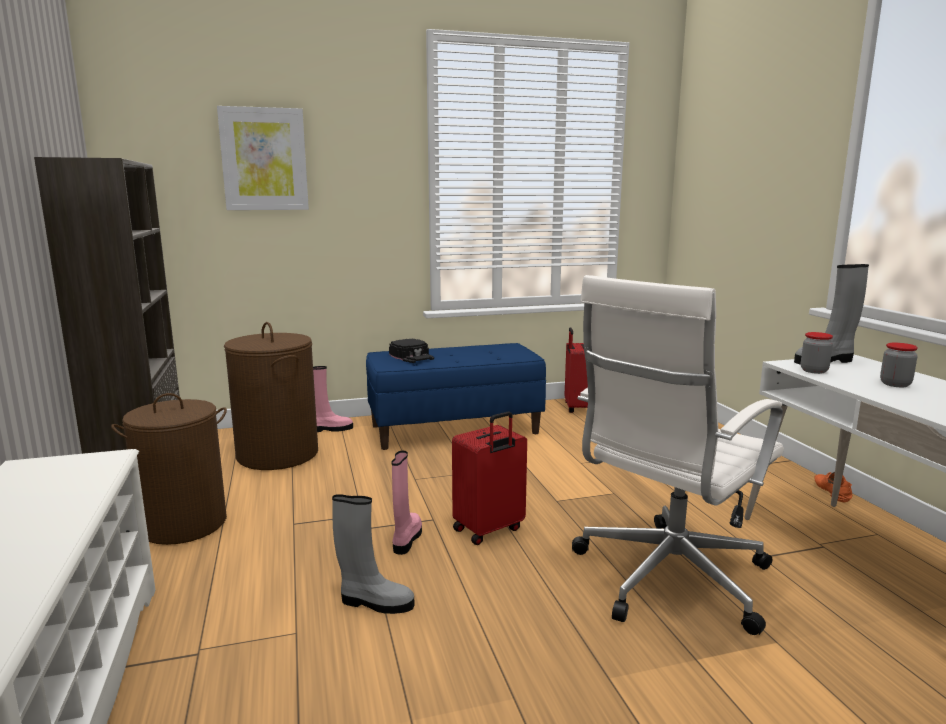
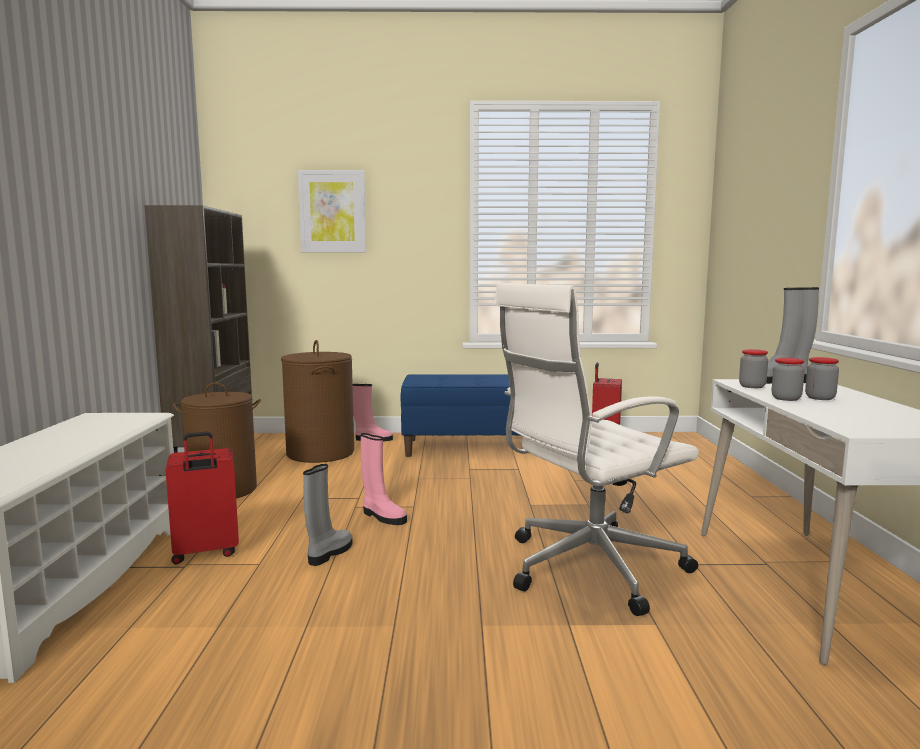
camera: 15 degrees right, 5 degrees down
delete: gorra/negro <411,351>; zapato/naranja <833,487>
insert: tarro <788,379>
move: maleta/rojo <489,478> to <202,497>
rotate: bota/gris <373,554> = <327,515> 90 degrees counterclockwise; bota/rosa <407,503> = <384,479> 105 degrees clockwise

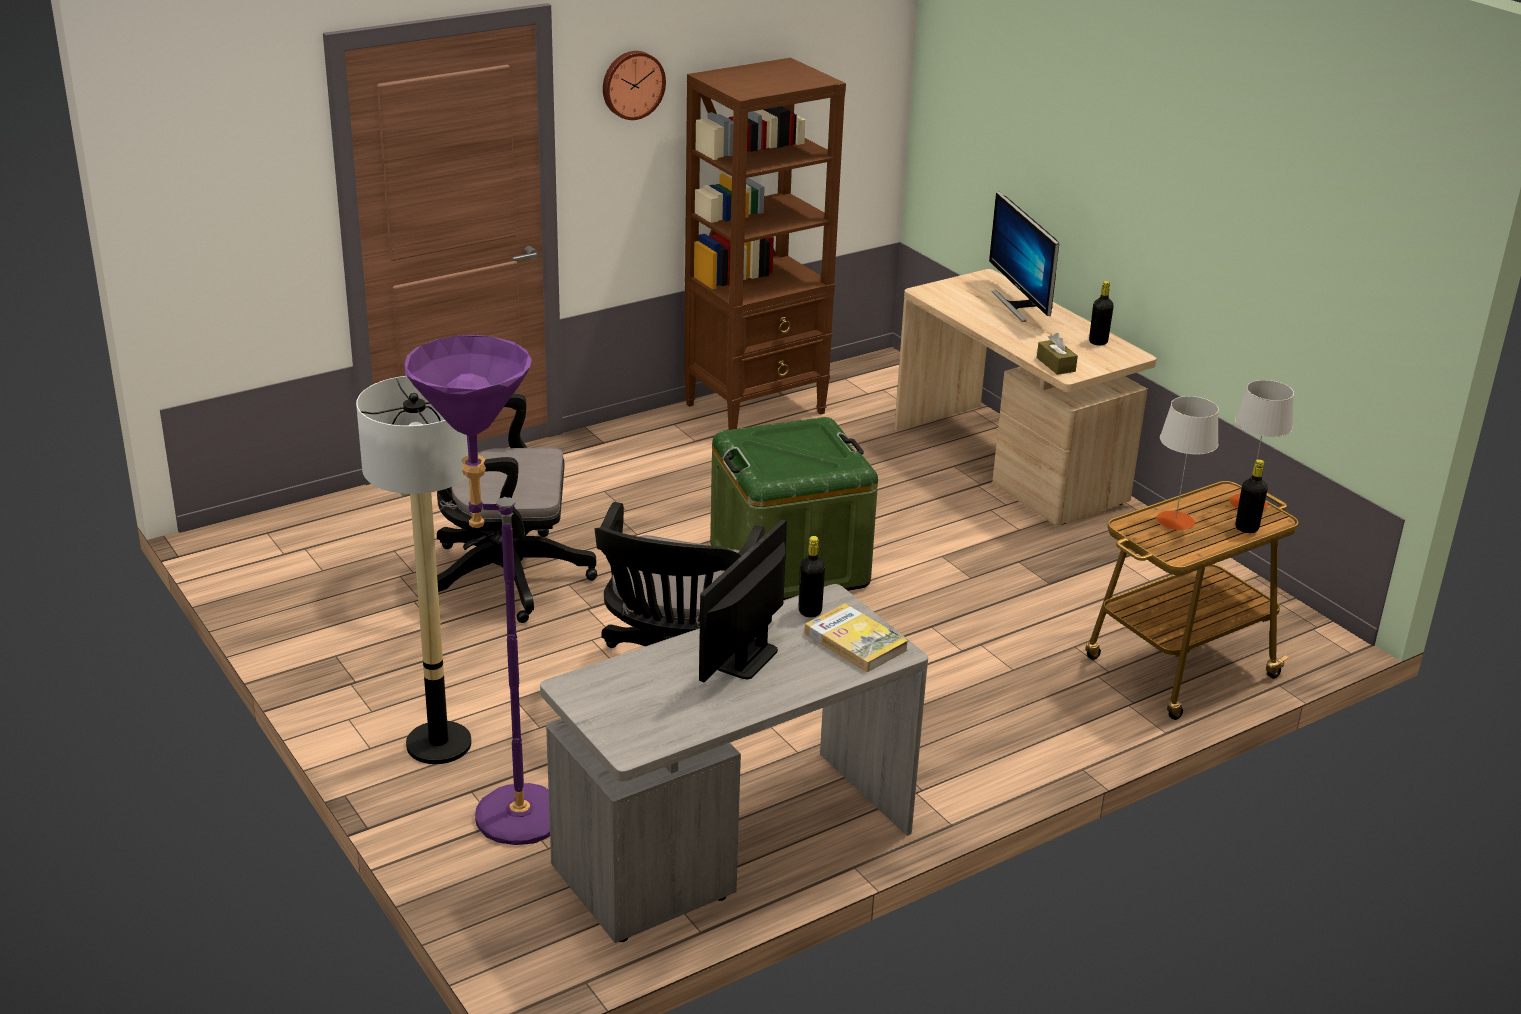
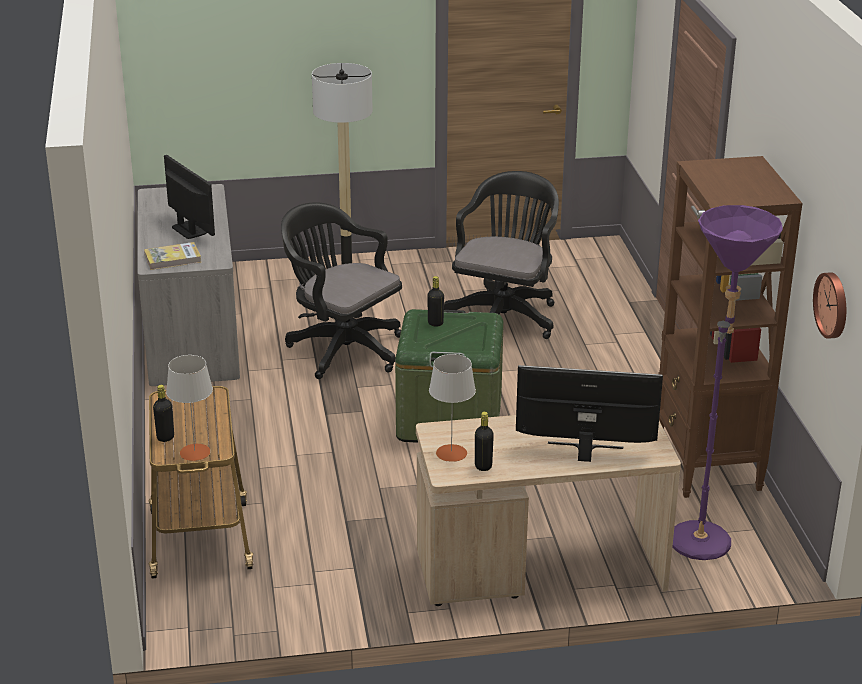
camera: 115 degrees right, 0 degrees up
delete: caja de pañuelos/marrón <1057,354>
move: lámpara de pie/morado <477,590> to <727,382>; reloj de pared <634,85> to <829,305>; botella/negro <812,576> to <435,301>; lámpara de mesa/gris <1187,463> to <452,408>

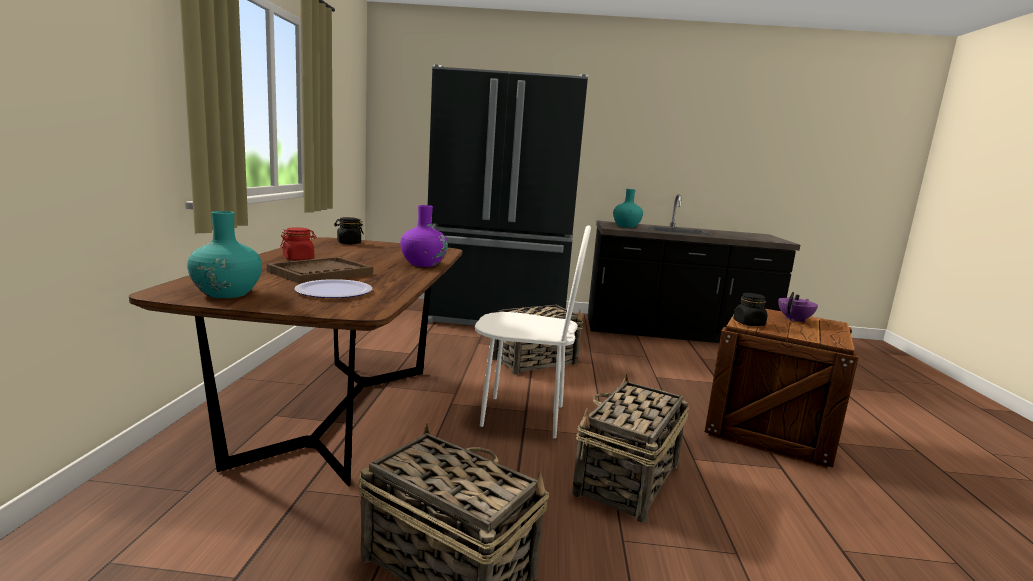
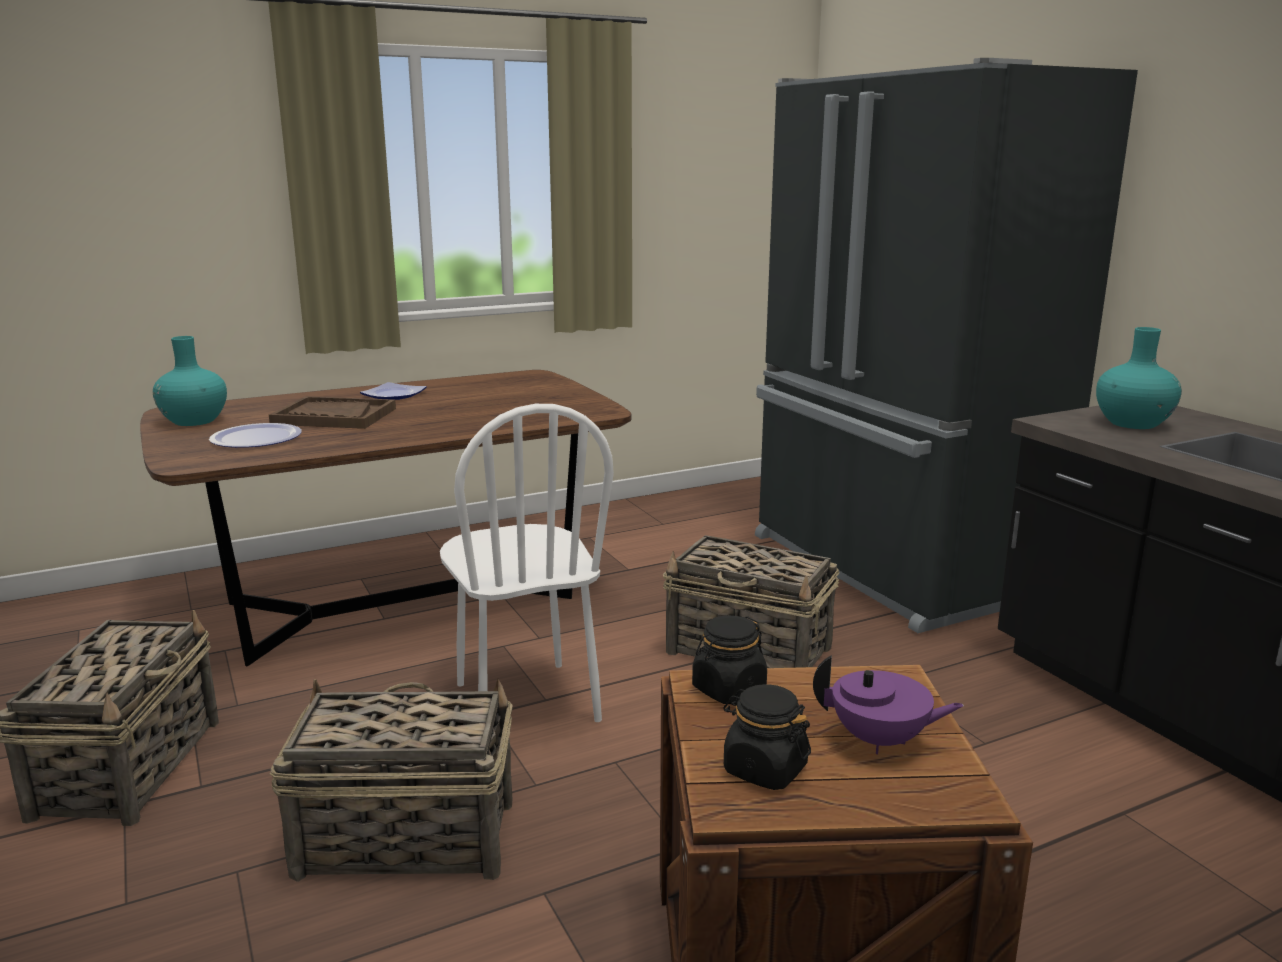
camera: 60 degrees right, 5 degrees up
delete: florero/morado <424,236>
move: tarro/negro <349,230> to <767,737>
replace: tarro/rojo <298,243> to plato <393,391>

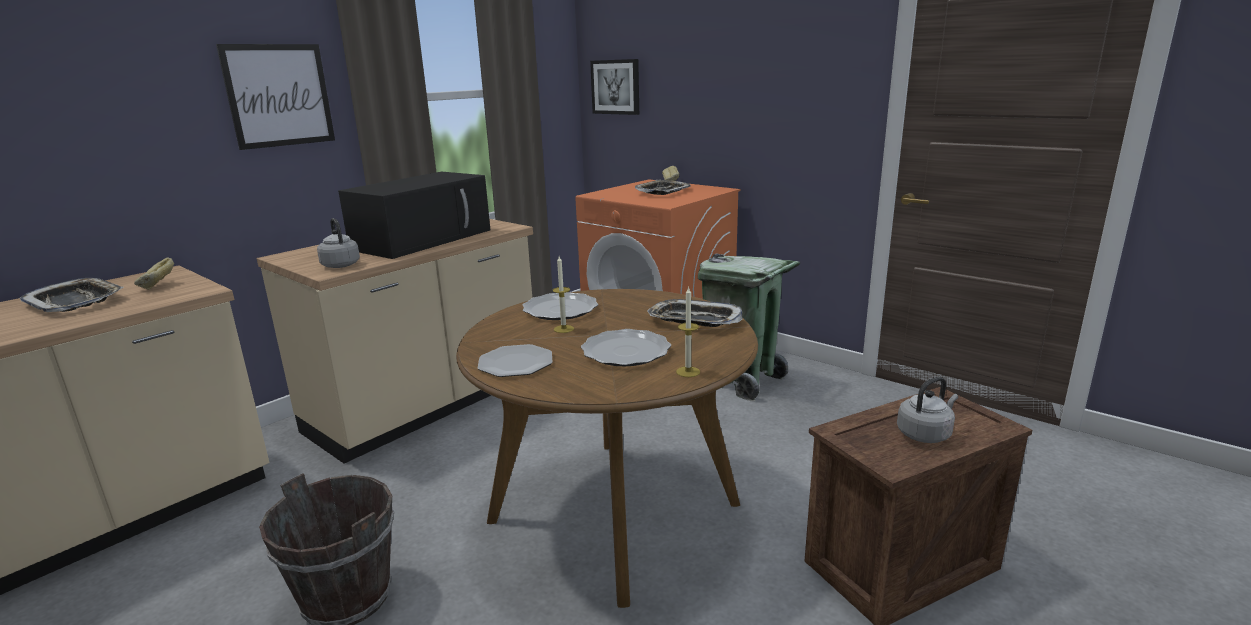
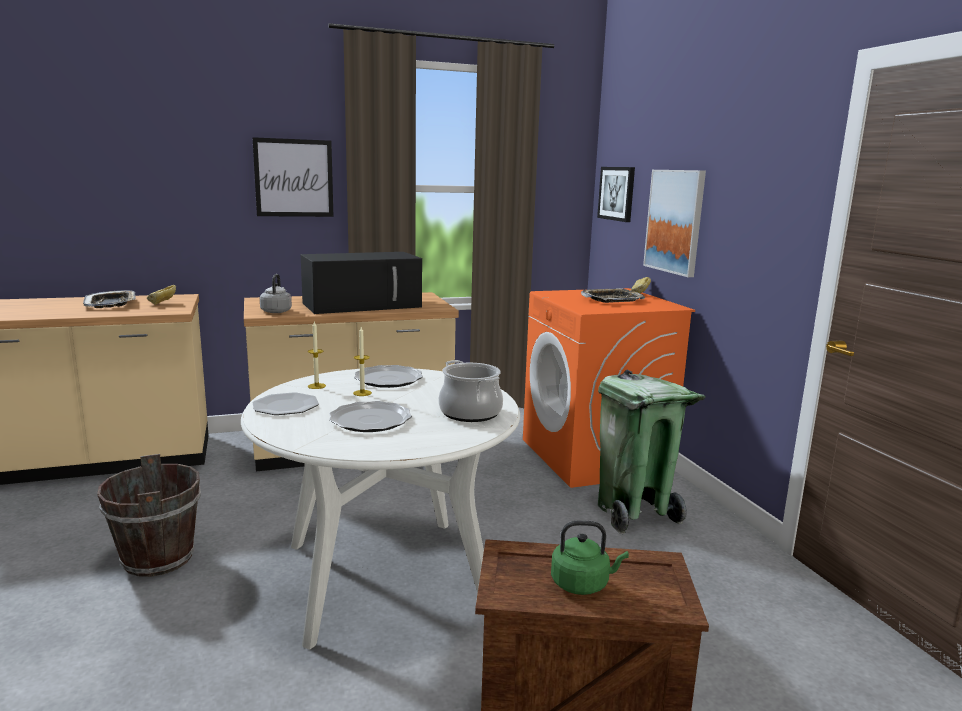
camera: 30 degrees right, 5 degrees down
insert: cuadro <674,223>
move: vela <688,331> to <317,355>
replace: bandeja <695,313> to olla <470,391>
recolor: mesa de comedor/marrón <607,448> to mesa de comedor/blanco <380,509>; hervidor/gris <927,409> to hervidor/verde <590,557>

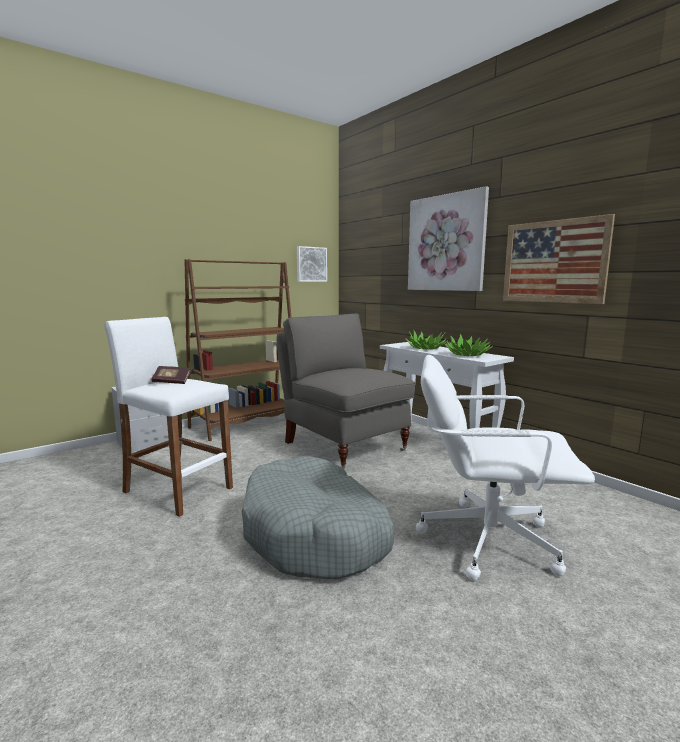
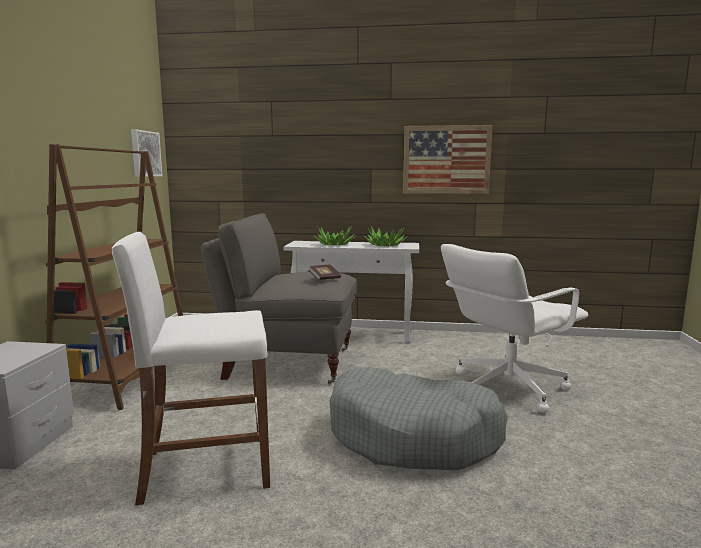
camera: 45 degrees left, 0 degrees up
delete: cuadro <448,238>
move: libro <171,375> to <324,272>

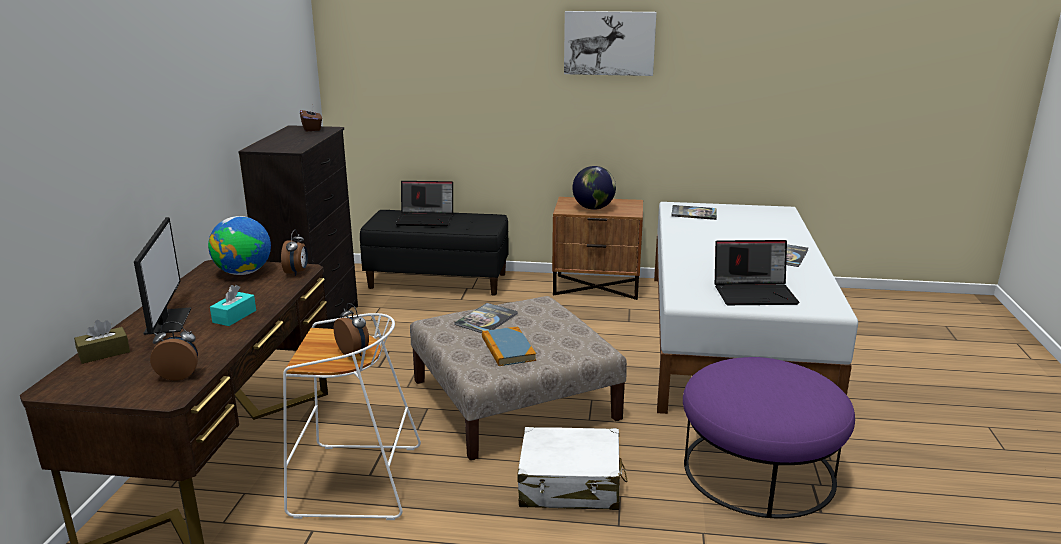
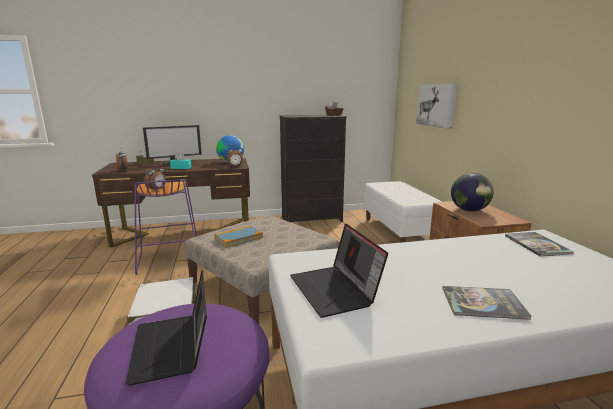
camera: 70 degrees right, 5 degrees down
delete: libro <486,318>
move: portátil <424,203> to <166,328>; cuadro <610,43> to <436,106>
recolor: taburete/blanco <352,416> to taburete/morado <165,227>; banco/negro <434,253> to banco/blanco <403,212>

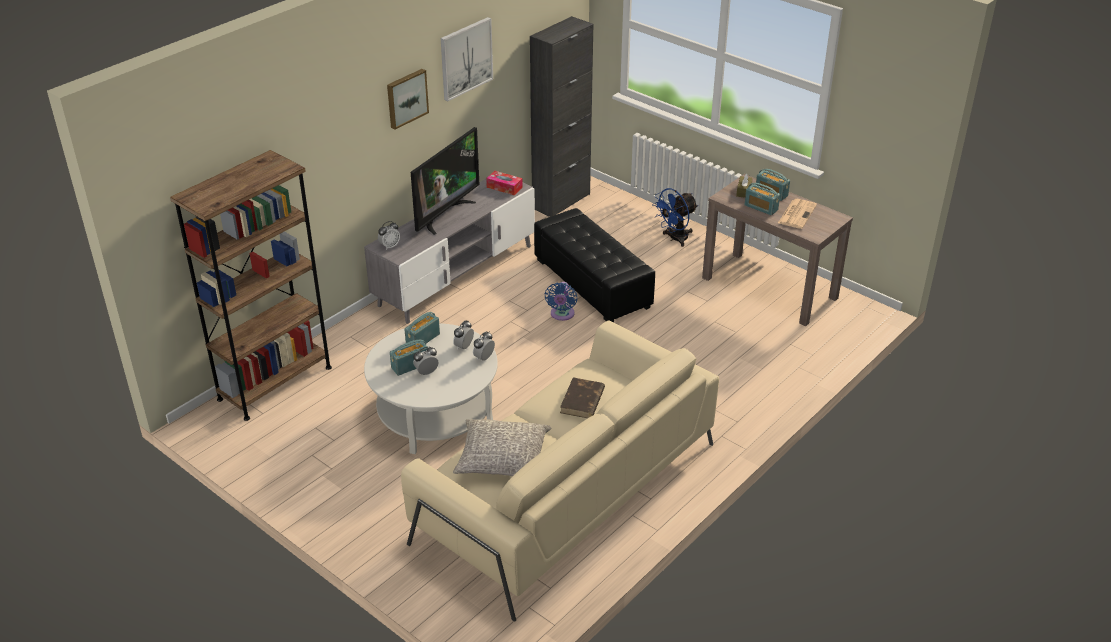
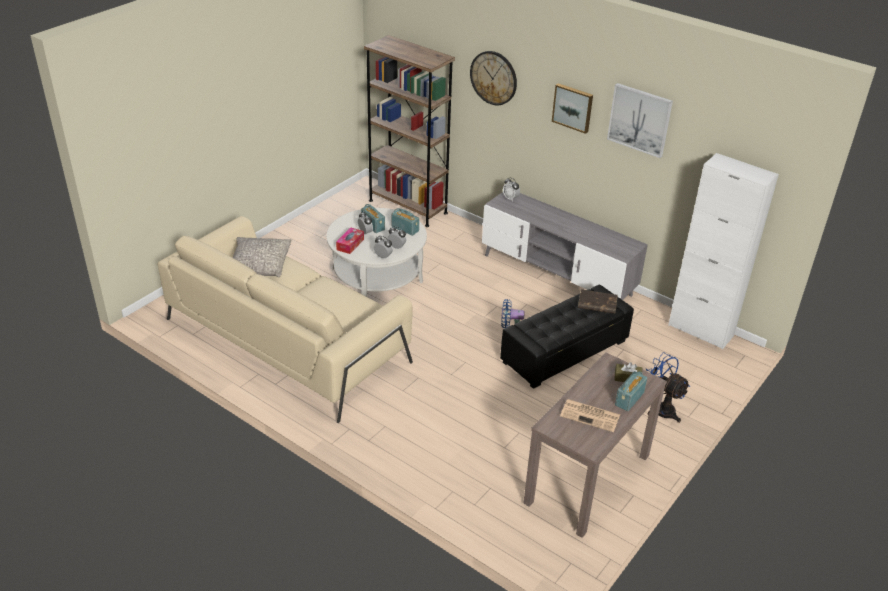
camera: 85 degrees right, 0 degrees up
delete: televisor <445,181>; radio <762,199>
insert: reloj de pared <493,78>
move: caja de pañuelos <504,183> to <350,240>; libro/marrón <582,397> to <598,301>
recolor: armario/negro <561,116> to armario/blanco <723,251>

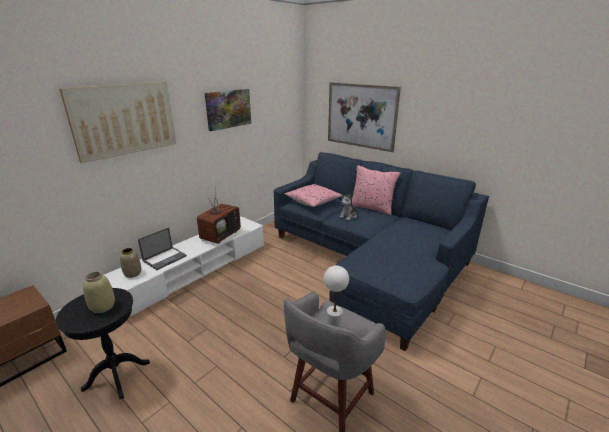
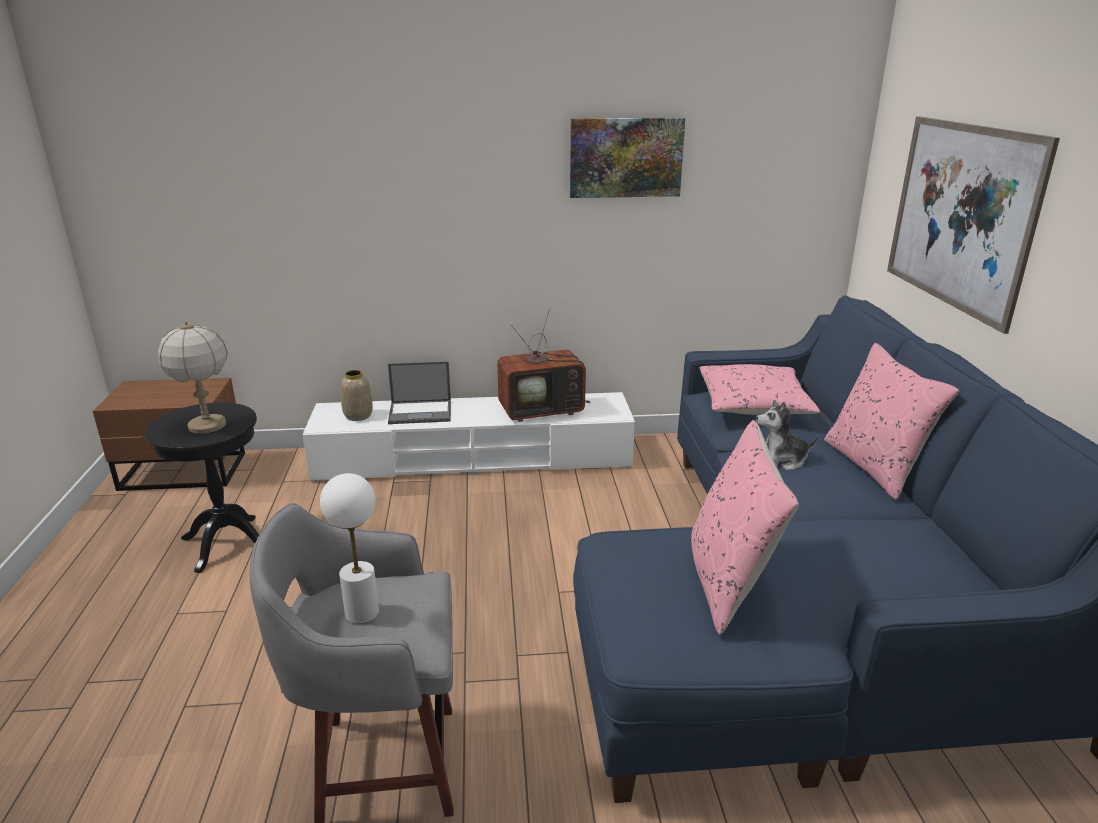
camera: 45 degrees right, 0 degrees up
delete: cuadro <117,122>
insert: cojín/rosa <745,527>
replace: florero/beis <99,292> to lámpara de mesa <193,377>

